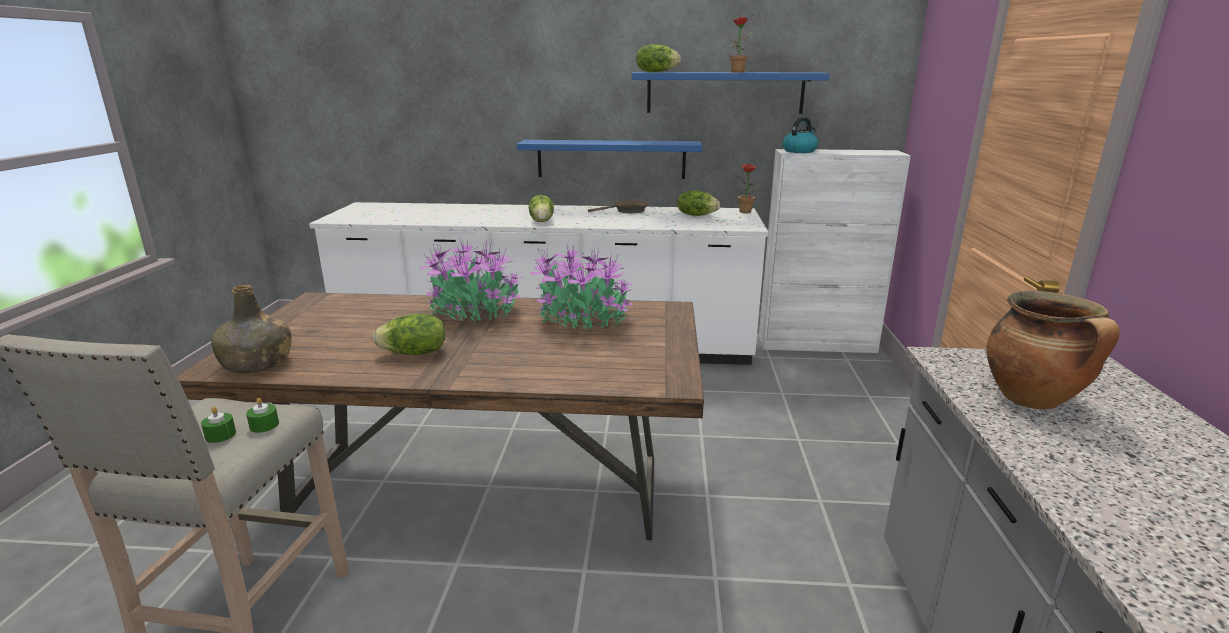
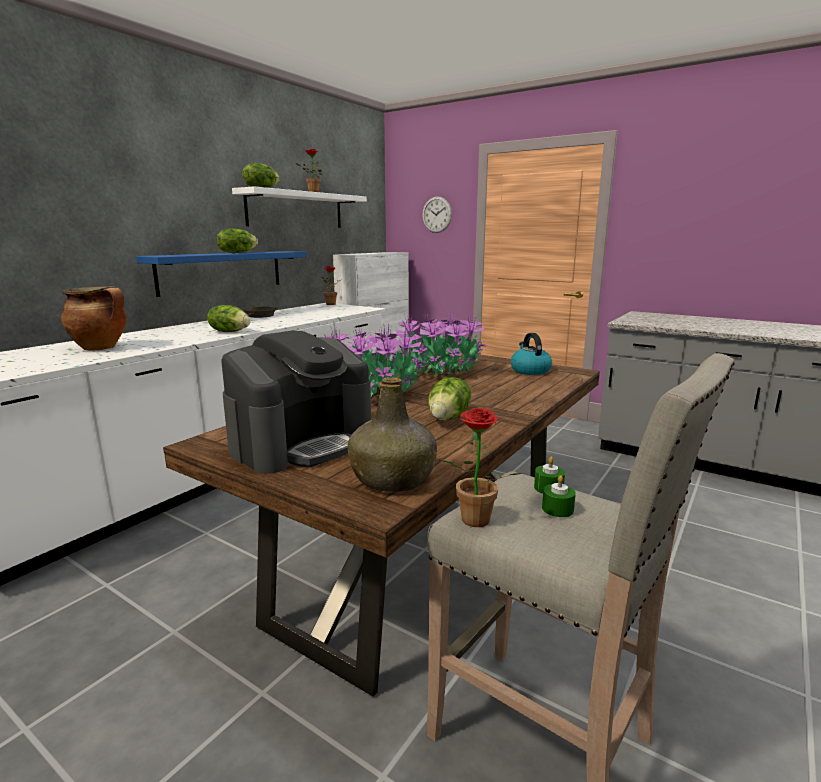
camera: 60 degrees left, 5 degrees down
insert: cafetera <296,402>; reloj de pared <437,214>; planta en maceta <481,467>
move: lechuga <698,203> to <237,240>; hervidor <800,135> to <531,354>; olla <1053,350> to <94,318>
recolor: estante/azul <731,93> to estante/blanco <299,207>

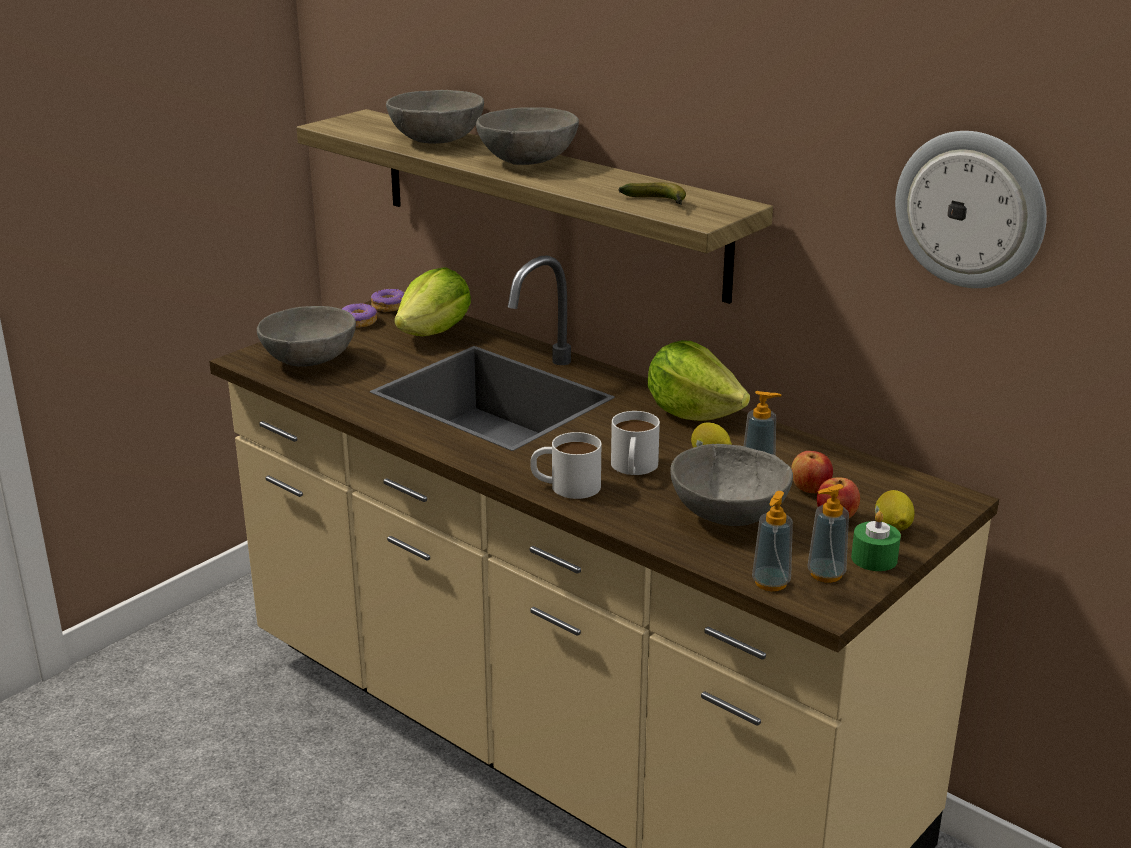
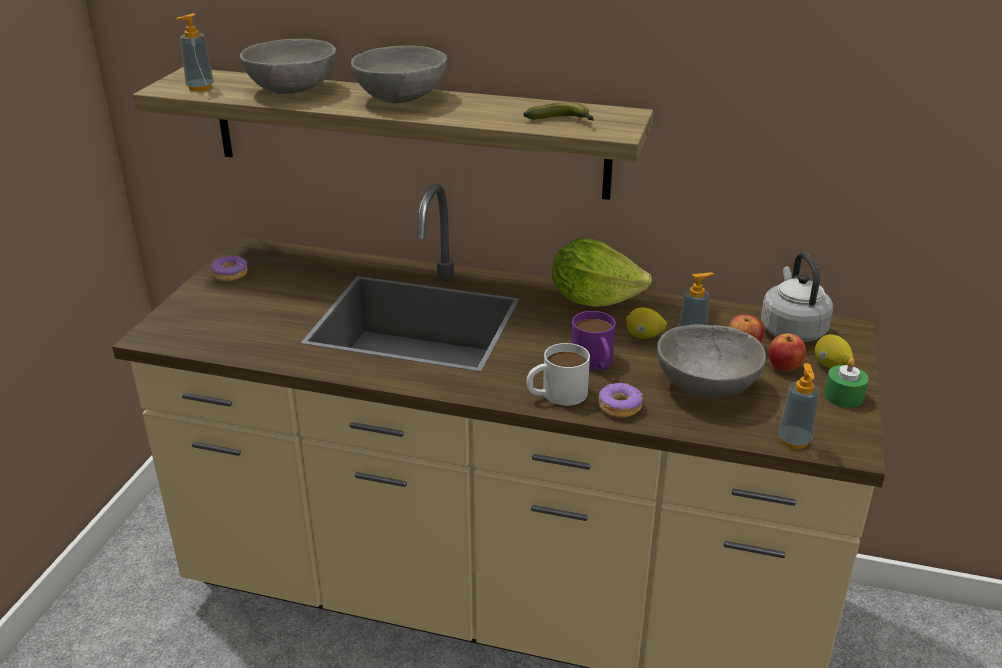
camera: 25 degrees left, 5 degrees up
delete: cuenco/gris <306,336>; lechuga <432,301>; reloj de pared <971,209>
insert: hervidor/gris <797,297>
move: rosquilla <387,300> to <620,400>; dispensador de jabón <828,533> to <195,52>
recolor: taza grande/blanco <635,443> to taza grande/morado <593,340>

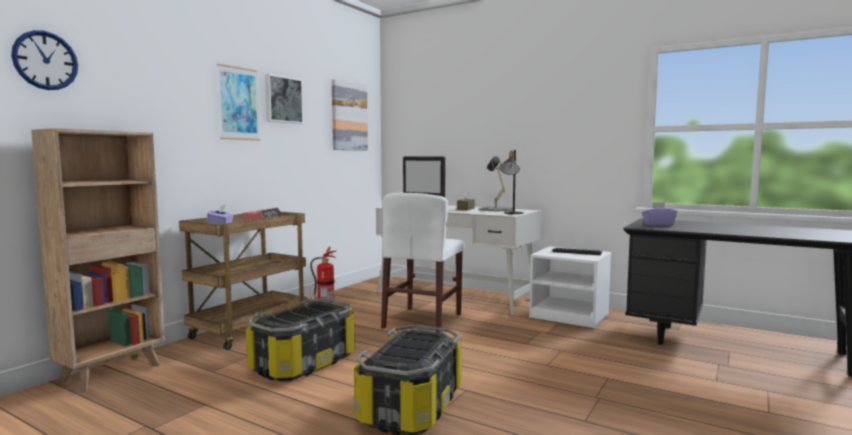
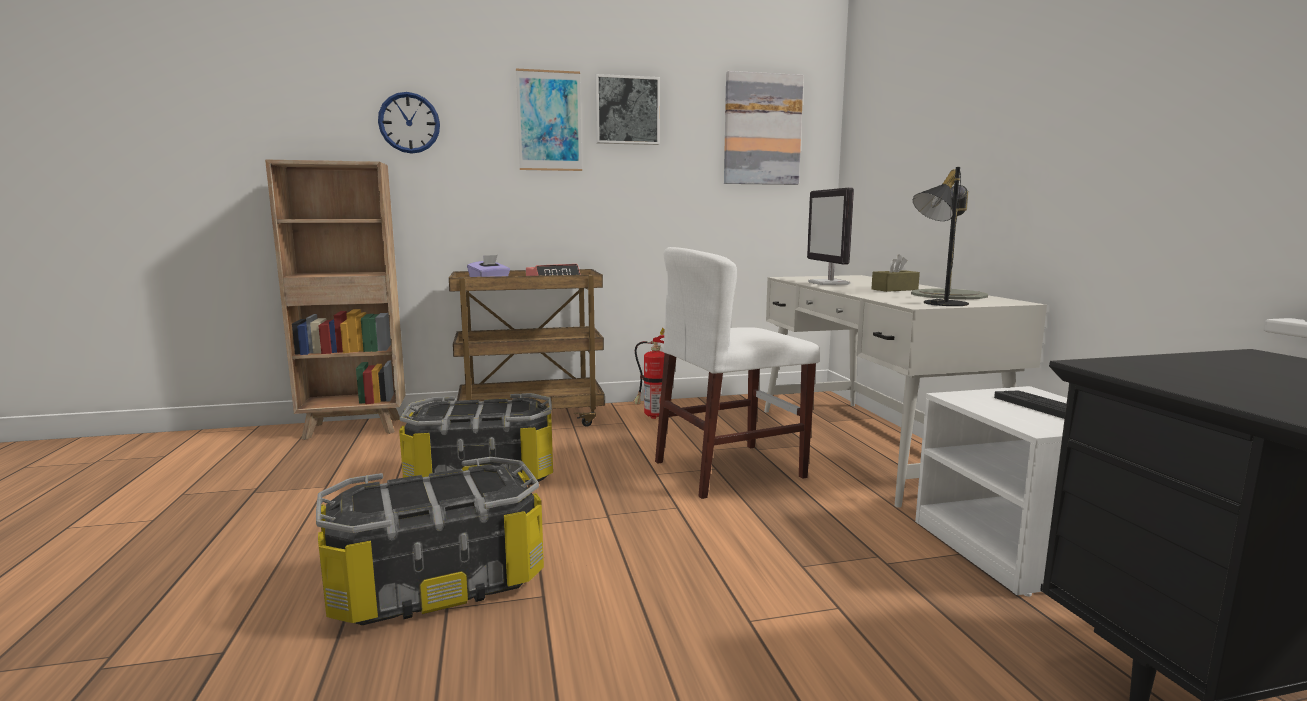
camera: 45 degrees right, 5 degrees up
delete: caja de pañuelos/morado <659,214>
move: reloj de pared <44,60> to <409,123>

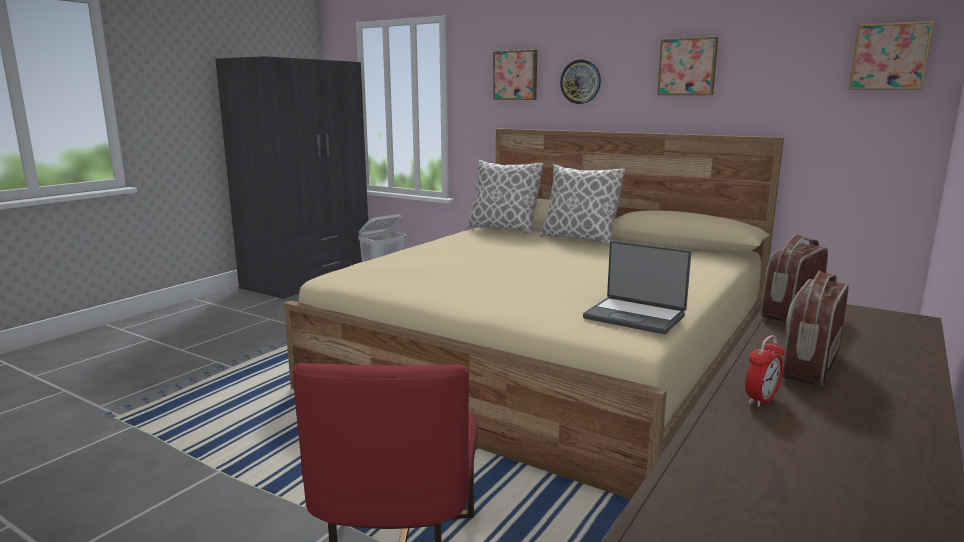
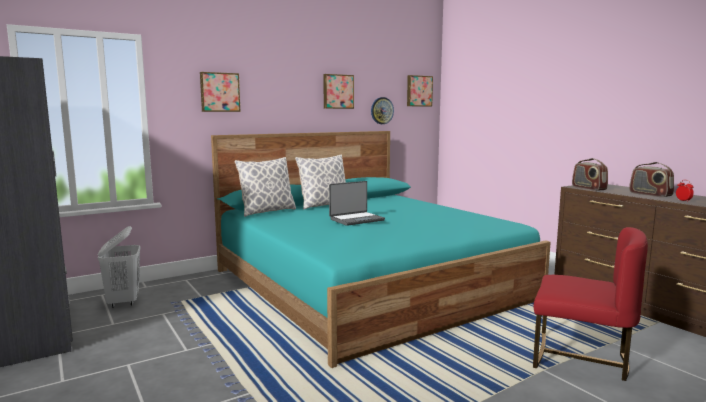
camera: 65 degrees left, 5 degrees down
move: reloj de pared <580,82> to <382,110>; portátil <637,287> to <357,203>
recolor: cama/beis <534,313> to cama/turquesa <381,249>

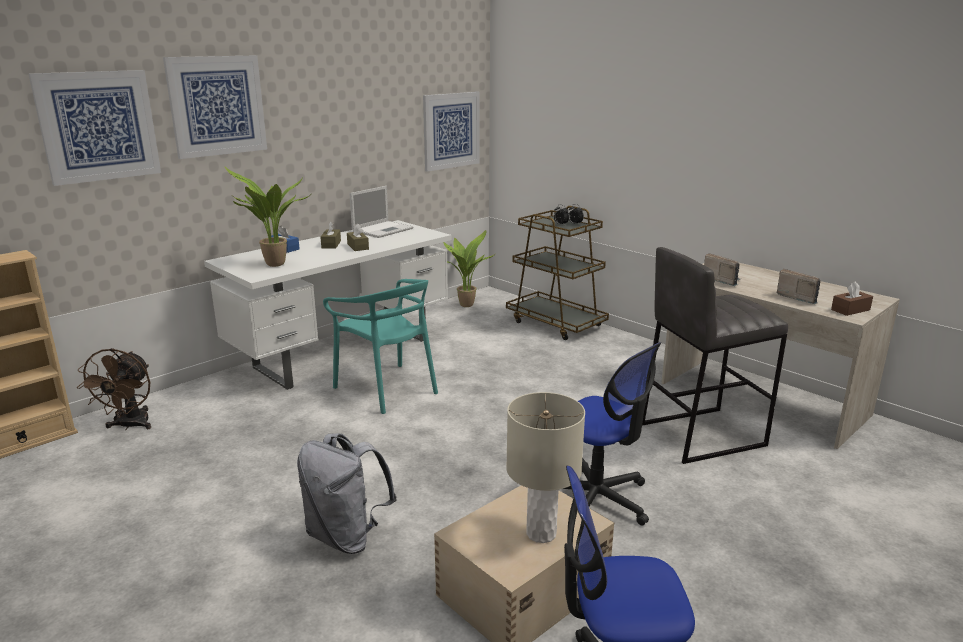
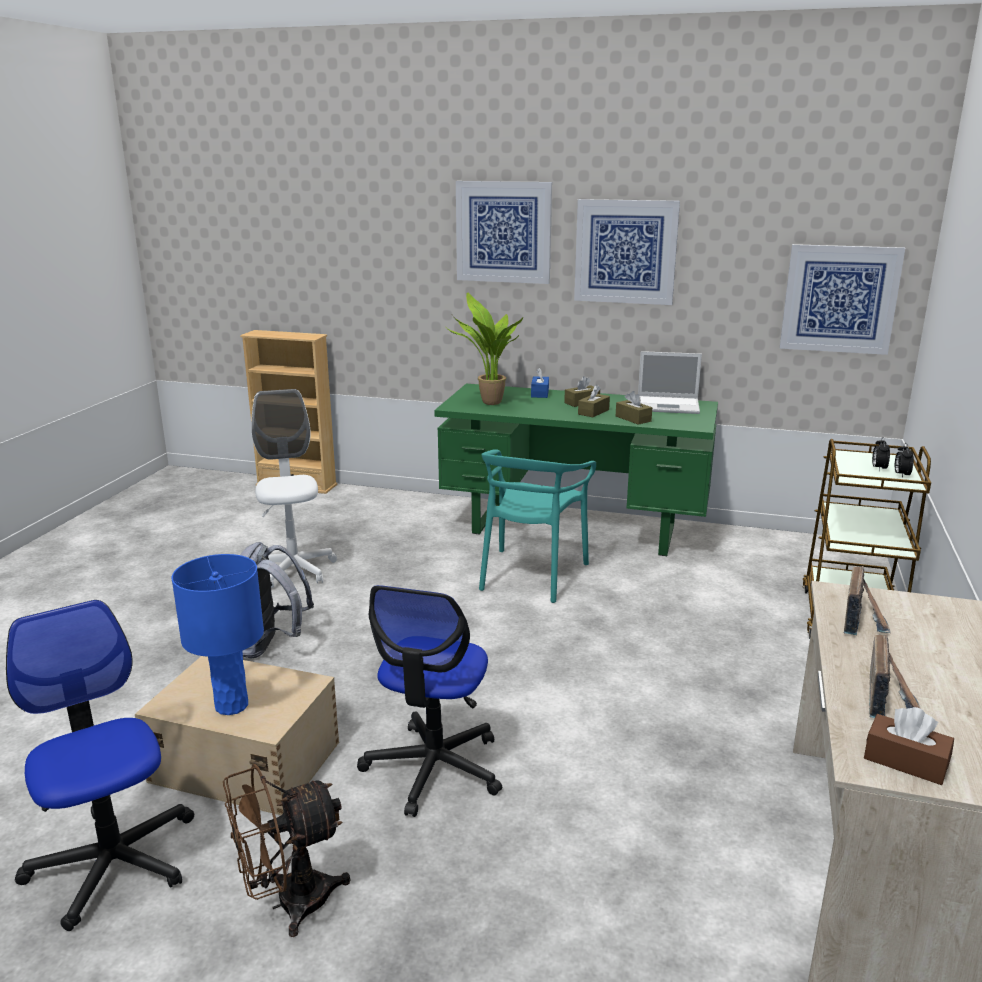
camera: 60 degrees right, 0 degrees up
delete: planta en maceta <469,268>; taburete/gris <715,355>
insert: silla de oficina/blanco <294,488>; caja de pañuelos/marrón <634,408>
move: cuadro <95,128> to <627,252>; ventilador/marrón <114,389> to <287,850>
recolor: escritorio/blanco <327,305> to escritorio/verde <576,470>; lámpara de mesa/beis <545,467> to lámpara de mesa/azul <218,634>

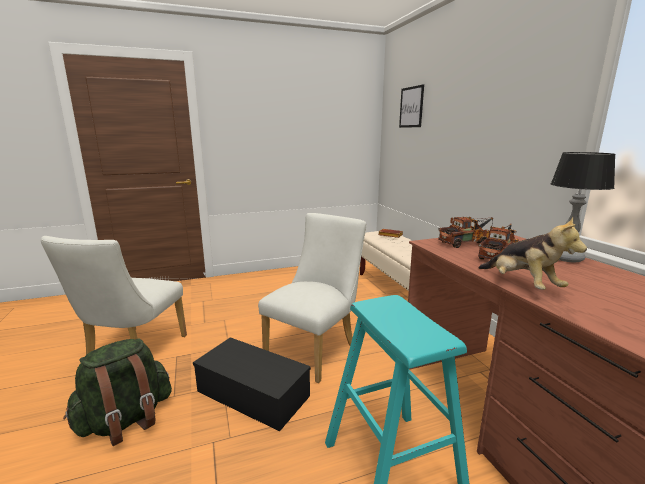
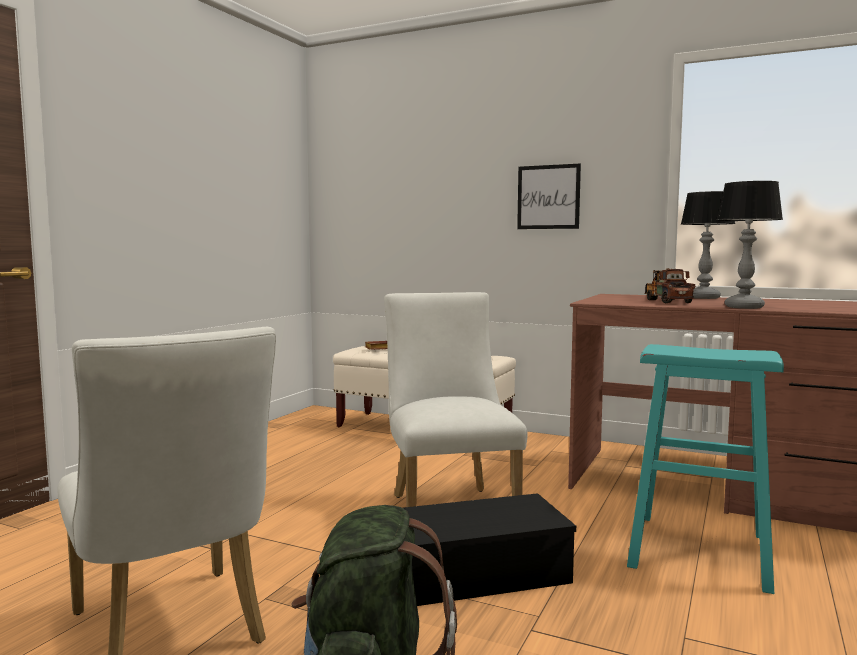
camera: 45 degrees left, 10 degrees down
delete: camión de juguete <465,232>
move: cuadro <411,106> to <549,196>
replace: peluche <532,253> to lámpara de mesa <750,245>

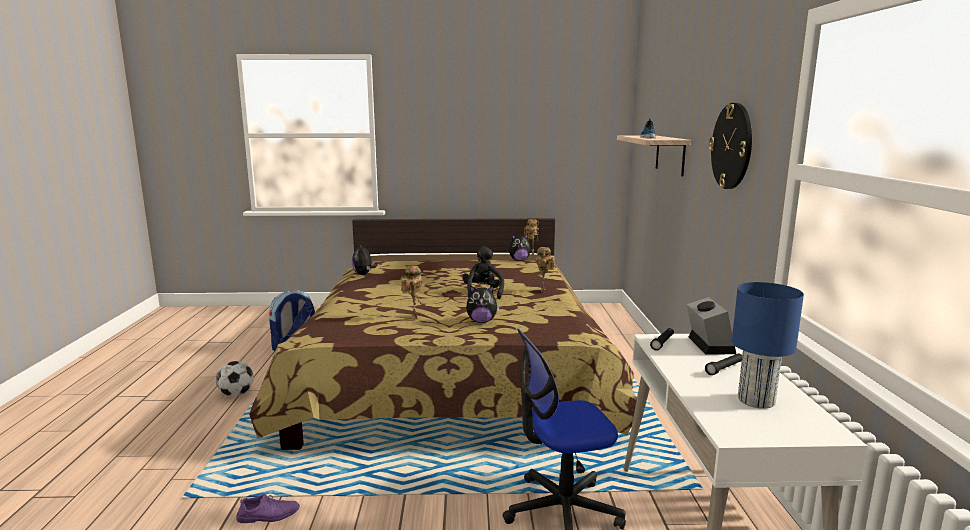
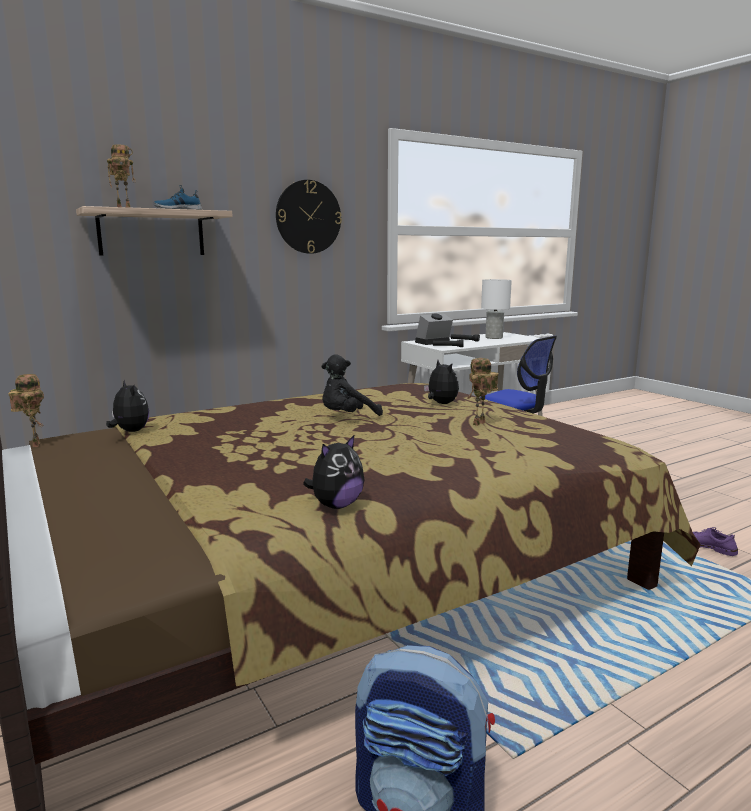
camera: 120 degrees left, 0 degrees up
delete: balón de fútbol <235,379>
move: robot de juguete <545,270> to <121,176>
recolor: lámpara de mesa/azul <768,345> to lámpara de mesa/blanco <496,309>

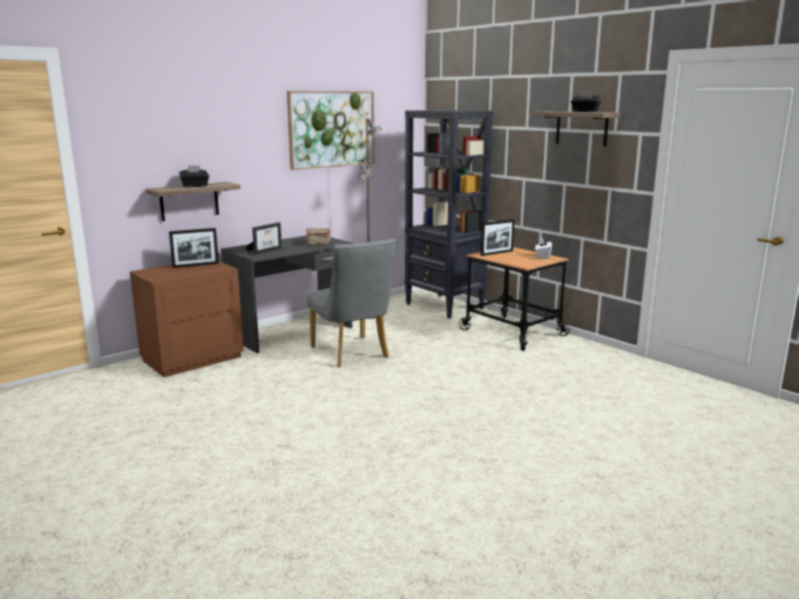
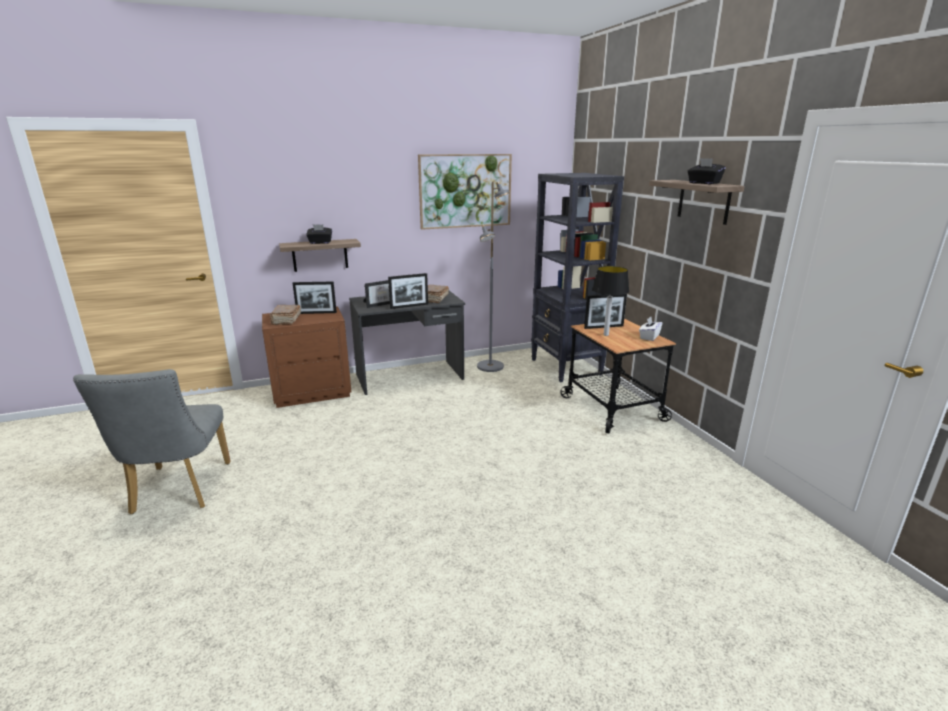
camera: 20 degrees right, 5 degrees up
insert: libro/marrón <285,315>; portarretratos <408,291>; lámpara de mesa <610,301>
move: silla/gris <352,303> to <152,441>

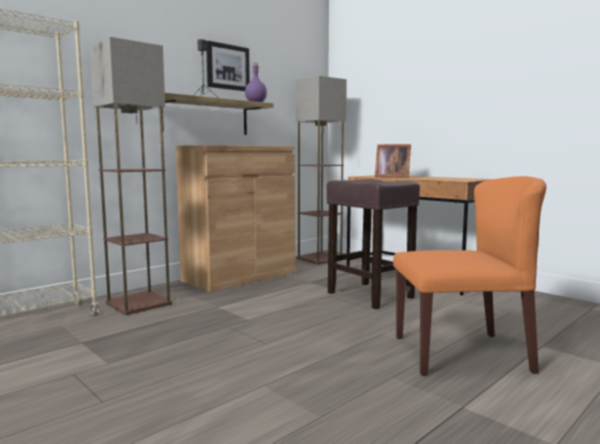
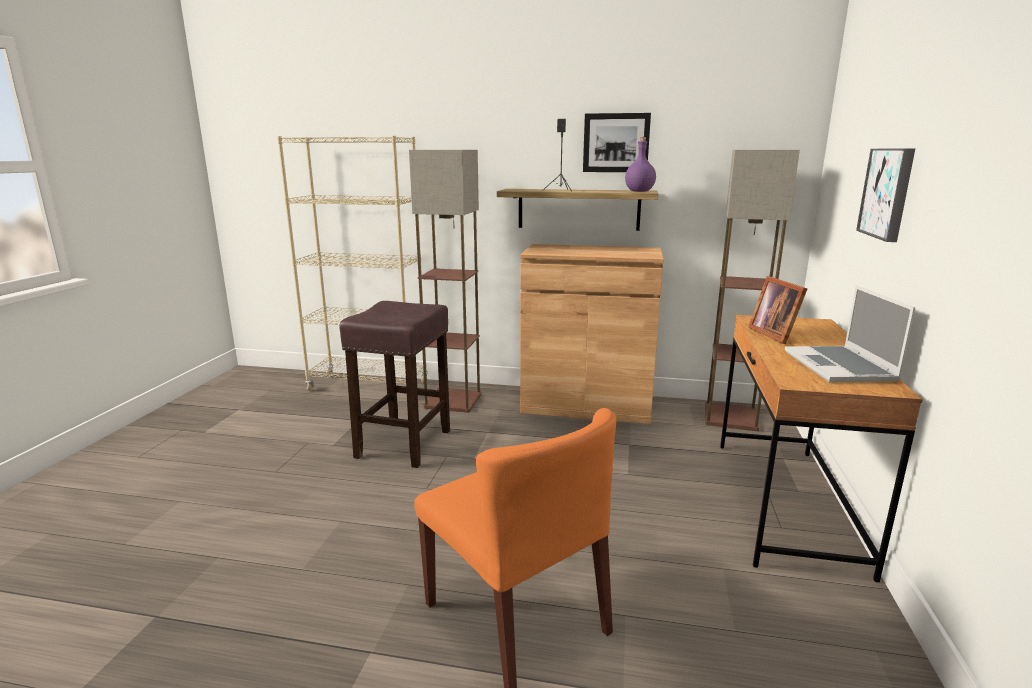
camera: 55 degrees right, 10 degrees up
insert: portátil <850,334>; cuadro <885,195>
move: taburete/marrón <373,244> to <394,384>

